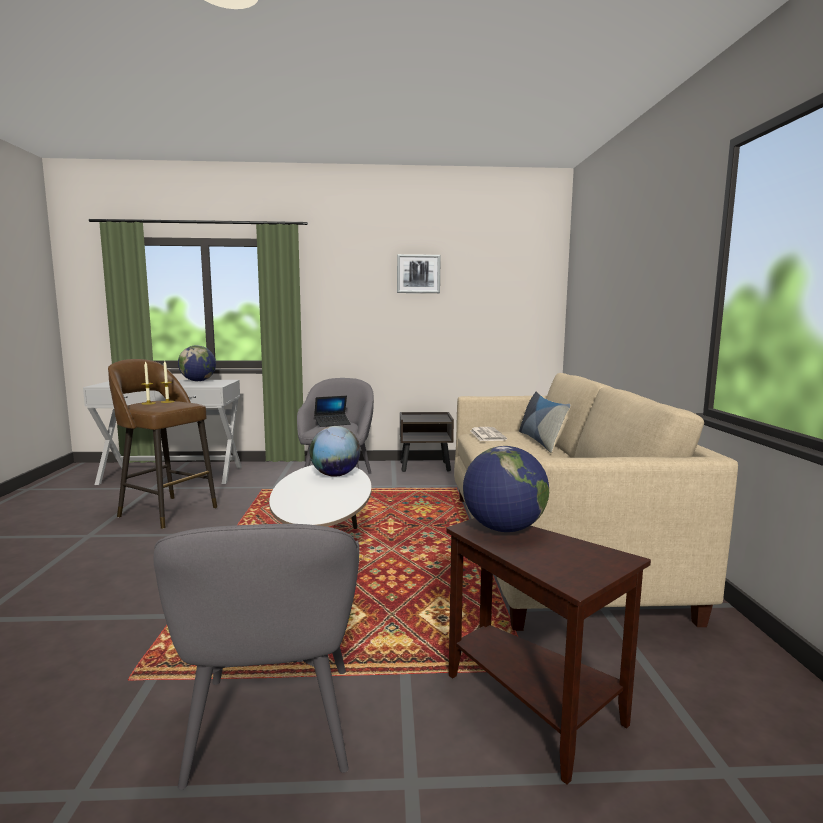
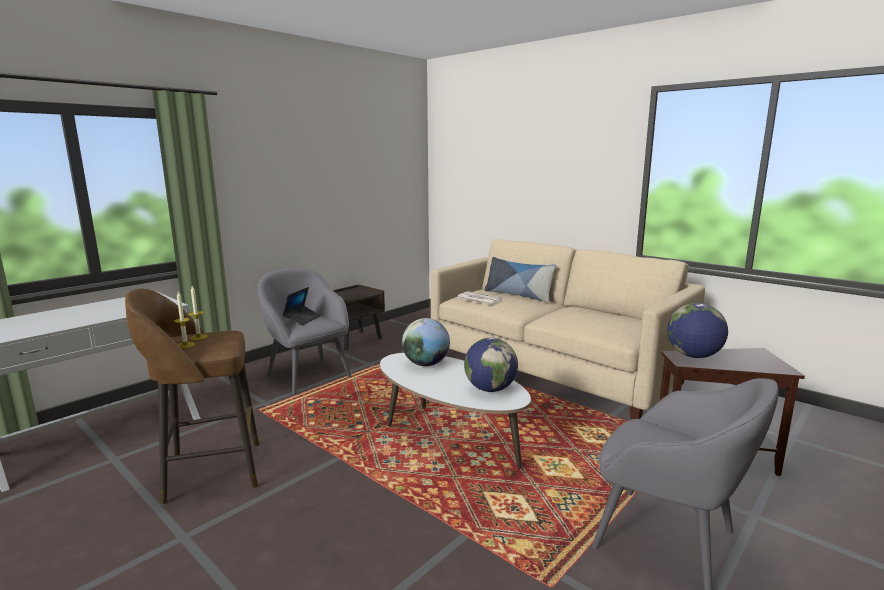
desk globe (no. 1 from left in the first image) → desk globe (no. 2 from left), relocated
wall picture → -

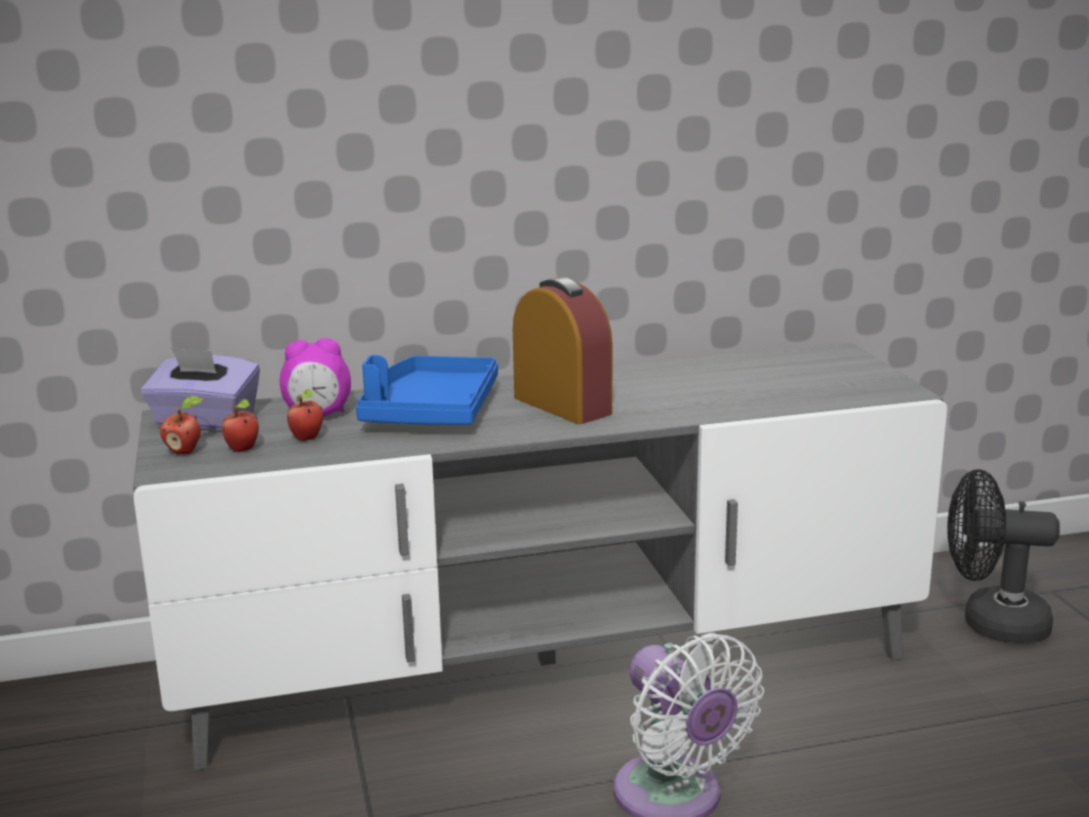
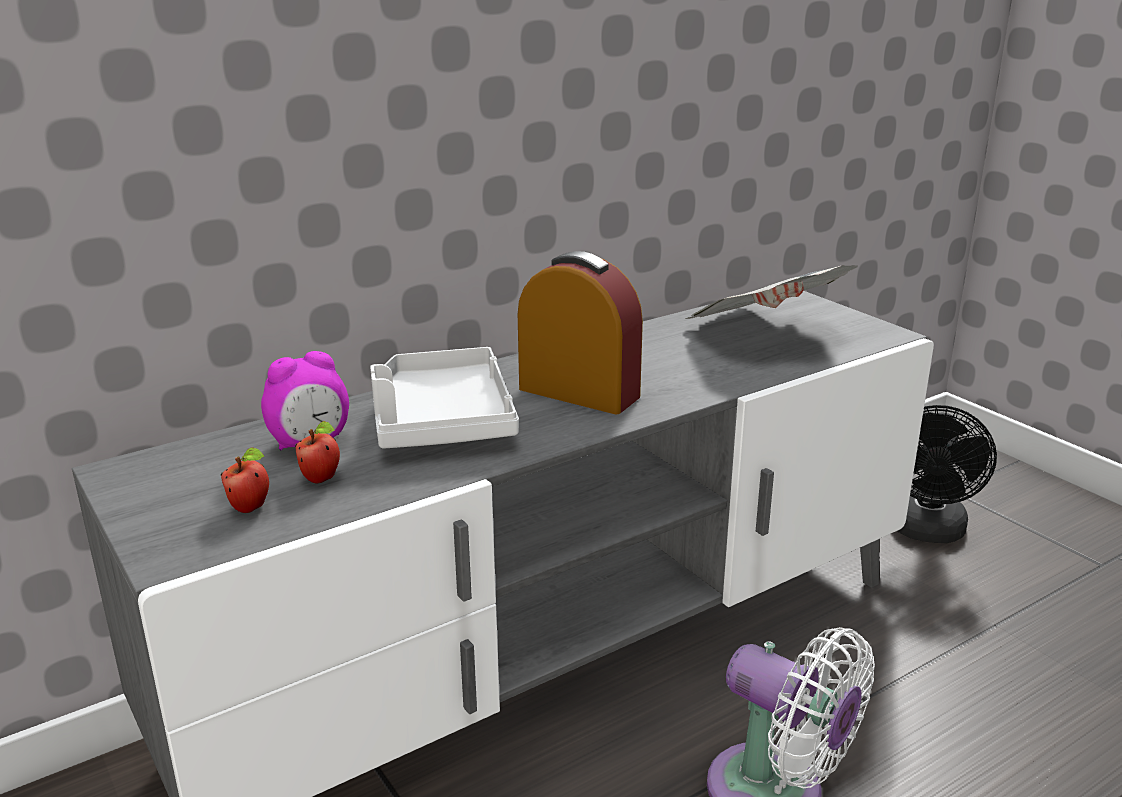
purplish box of tissues → -
apple (no. 1 from left) → -
blue tray → white tray
black-coloured cooling fan, 60 degrees counterclockwise
- → printed paper

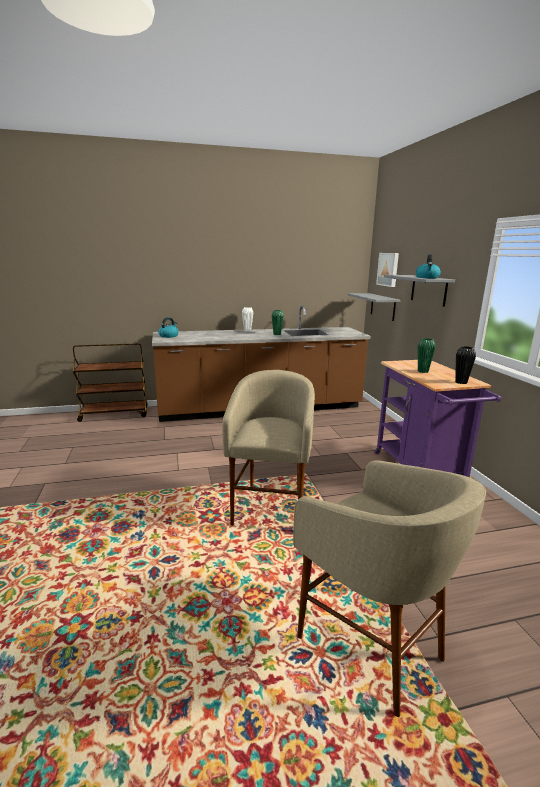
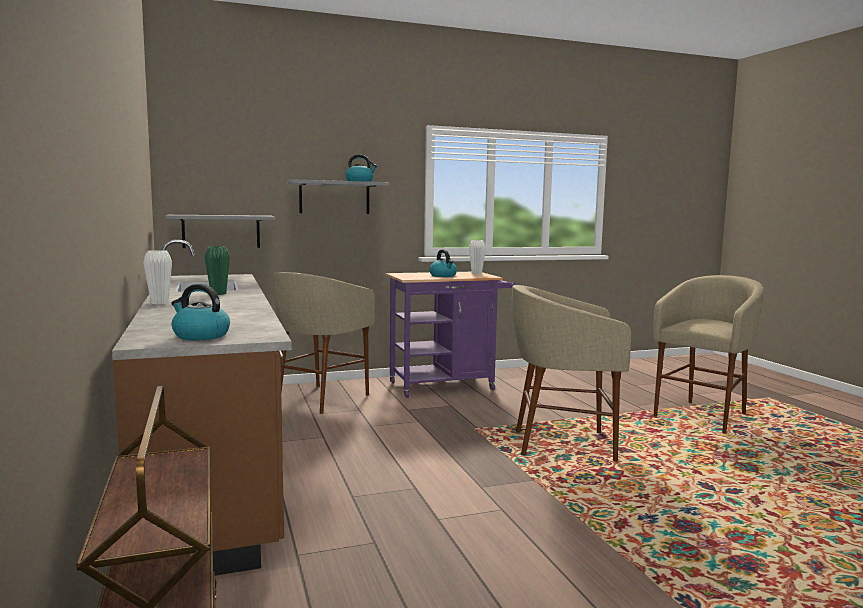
wall picture → -
green decorative vase (no. 2 from left) → water kettle (no. 3 from left)
black-coloured decorative vase → white decorative vase (no. 2 from left)
- → beige sitting stool (no. 1 from left)

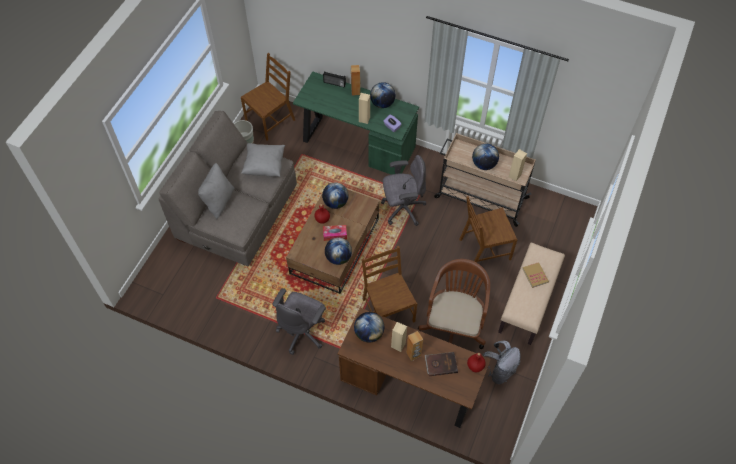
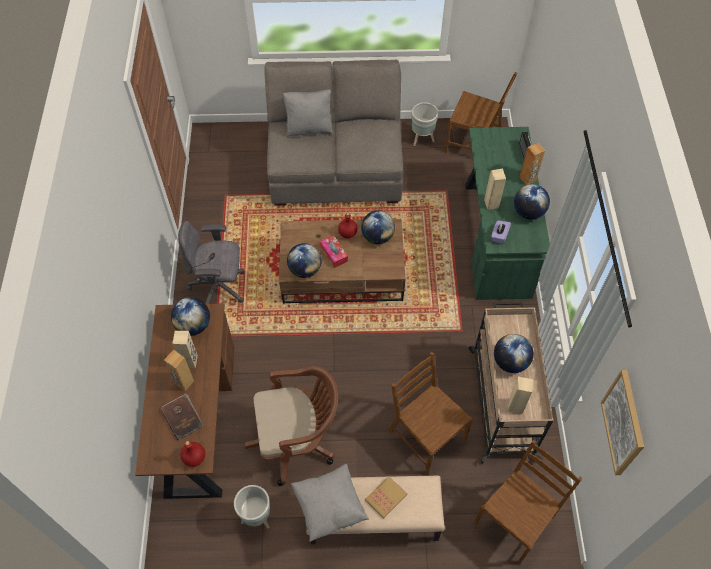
gray pillow (no. 2 from left), relocated
brown-coloured chair (no. 2 from left in the first image) → brown-coloured chair (no. 3 from left), relocated
gray desk chair (no. 2 from left) → -
gray knapsack → gray flower pot (no. 1 from left)
- → wall picture

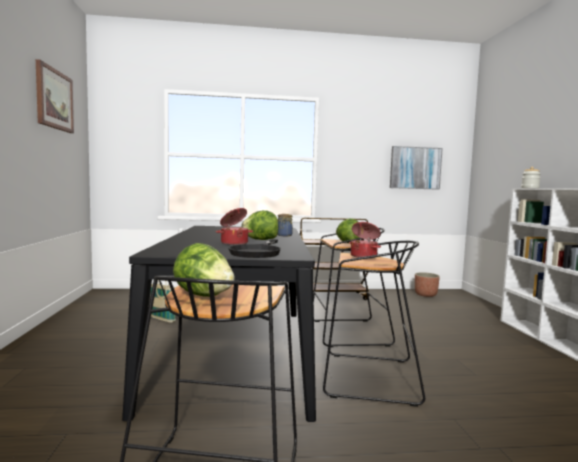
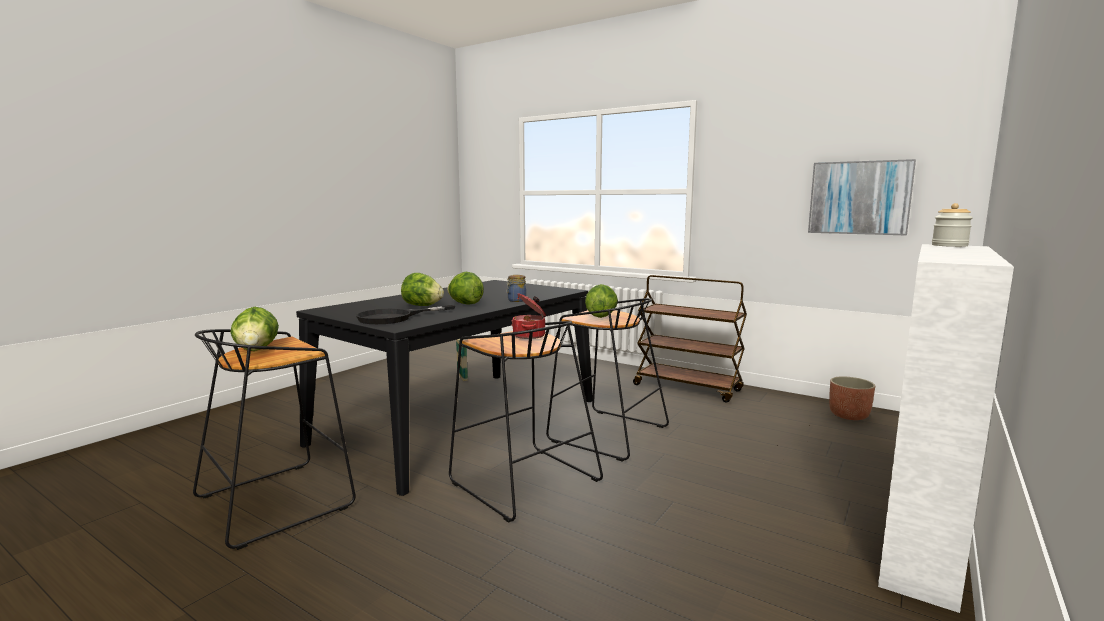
wall picture (no. 1 from left) → -
saucepot (no. 1 from left) → lettuce (no. 2 from left)

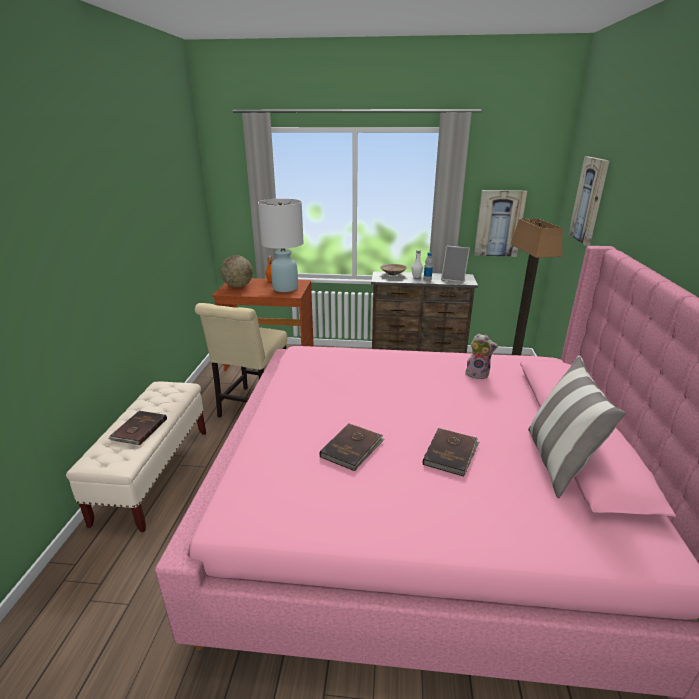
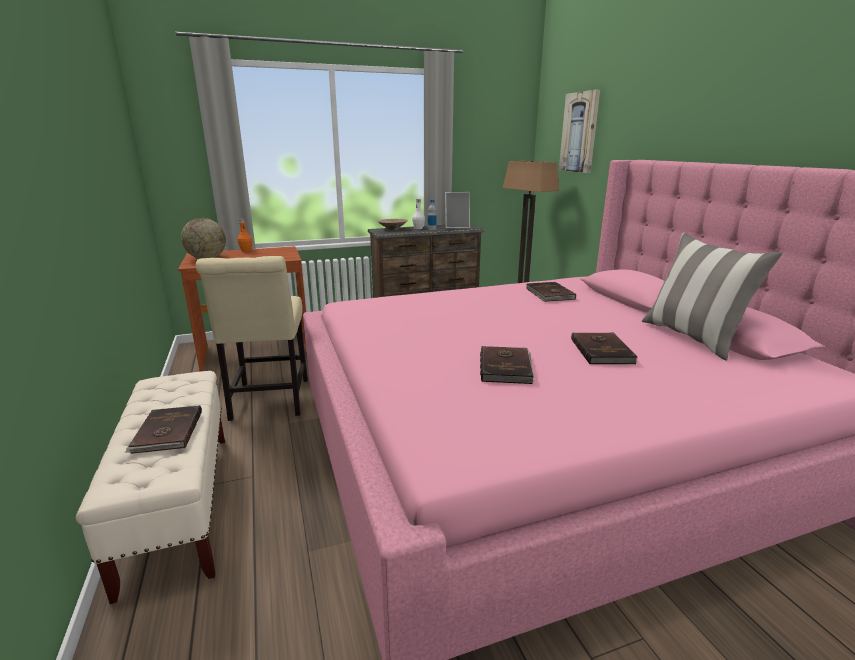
white tabletop lamp → -
plush toy → brown-coloured volume (no. 3 from left)
wall picture (no. 1 from left) → -

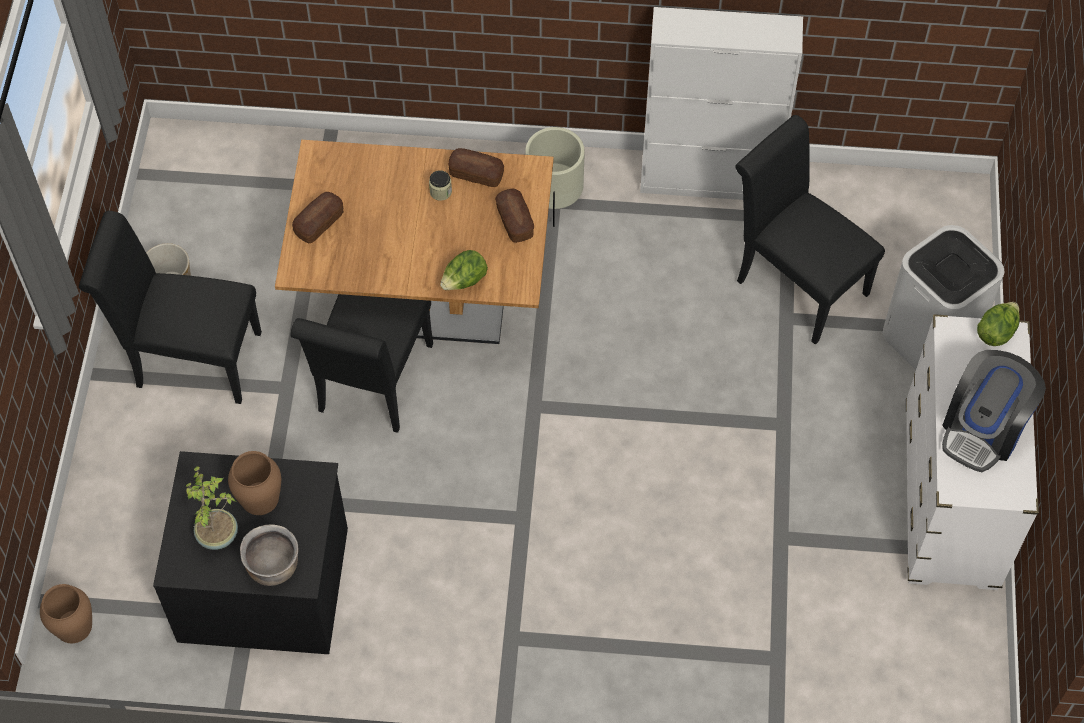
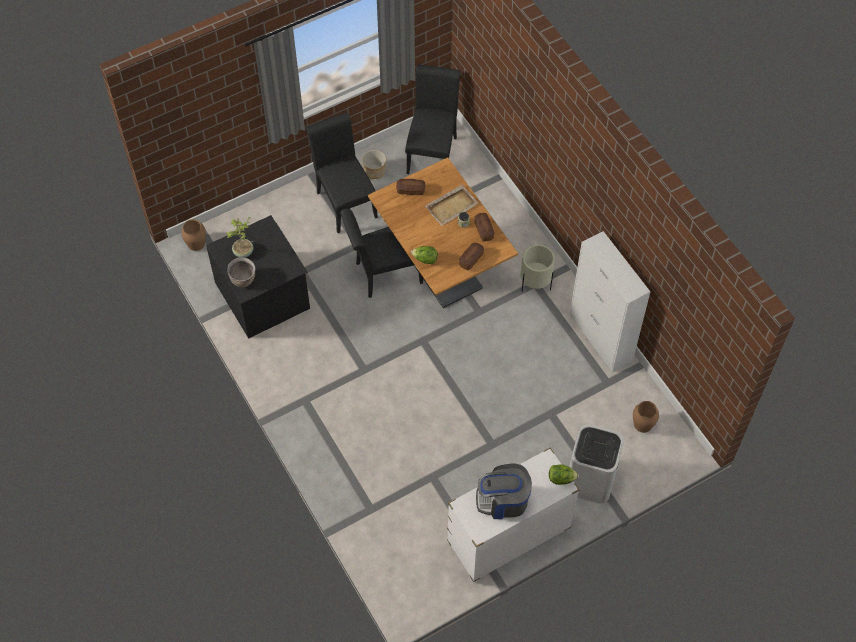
brown-coloured decorative vase (no. 2 from left), relocated
black-coloured chair (no. 3 from left), relocated
- → beige tray

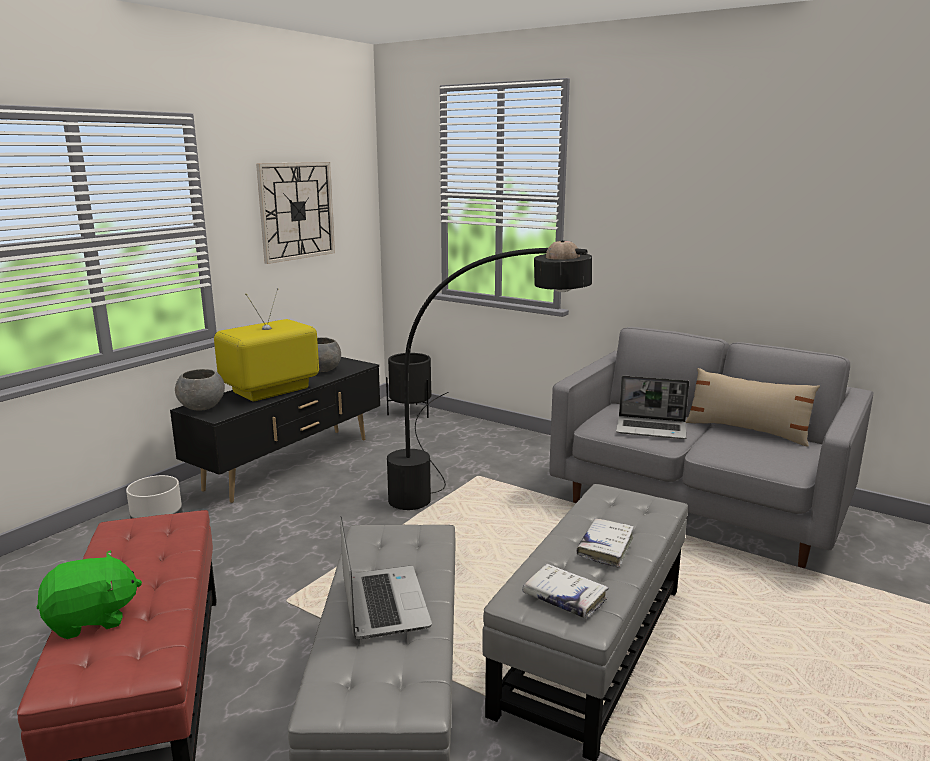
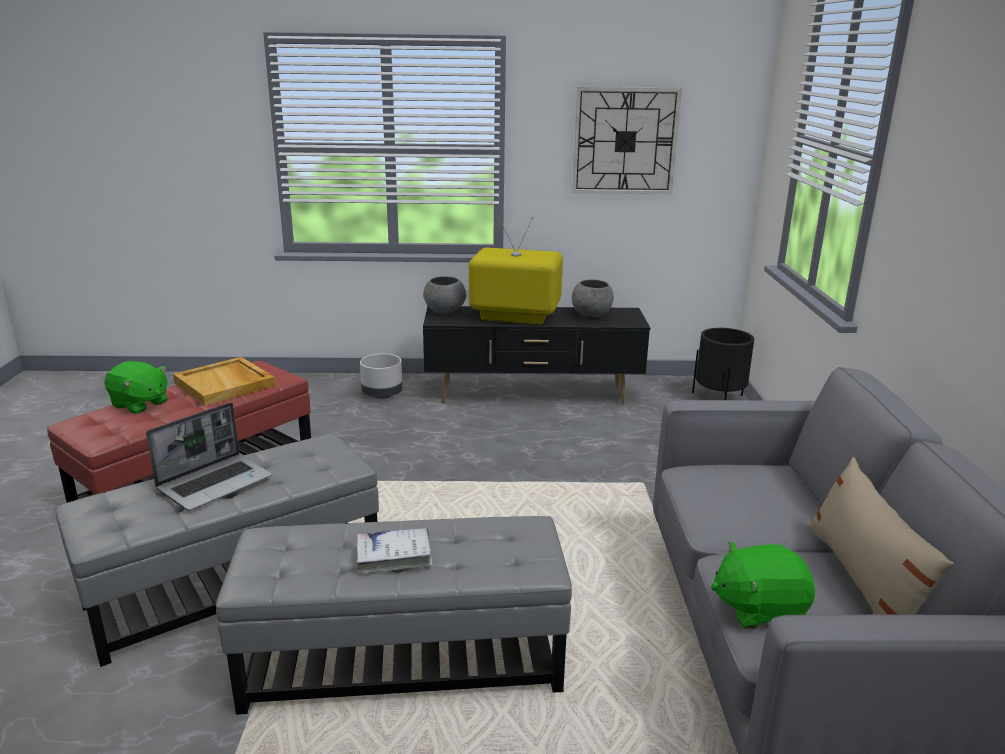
black-coloured standing lamp → -
white volume (no. 1 from left) → -
portable computer (no. 2 from left) → -
- → beige tray
- → green plush toy (no. 2 from left)

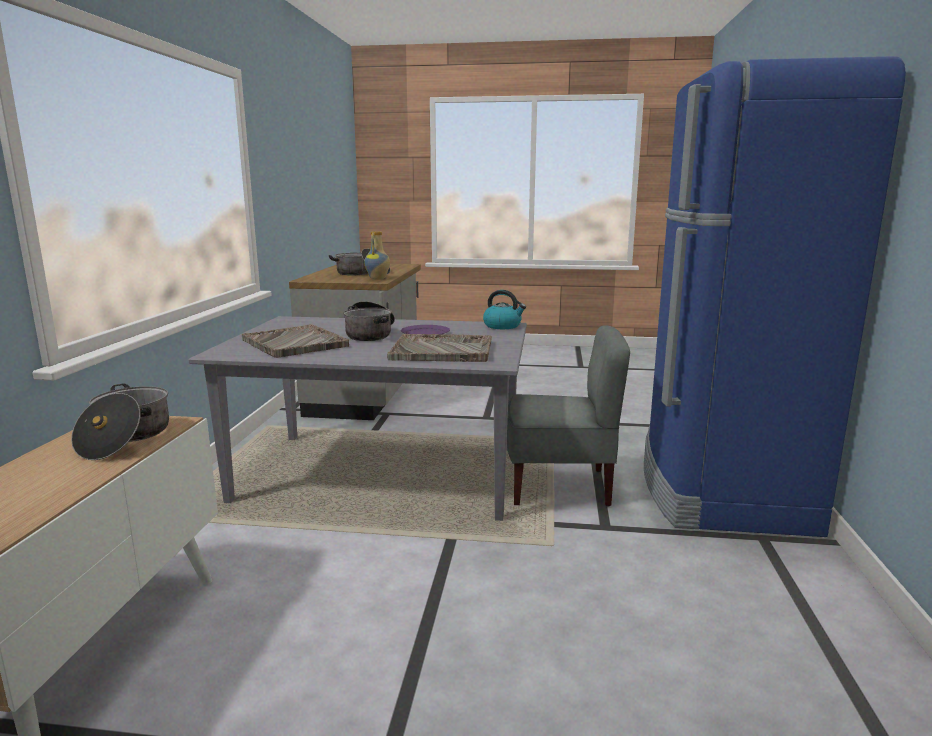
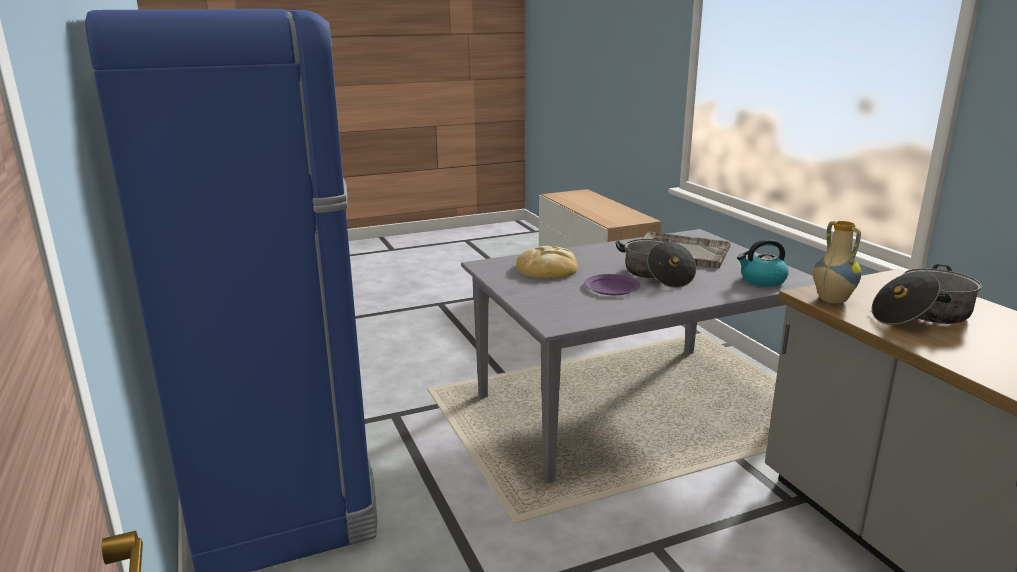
saucepot (no. 1 from left) → -
gray tray (no. 2 from left) → baked bread
water kettle, relocated
gray chair → -

